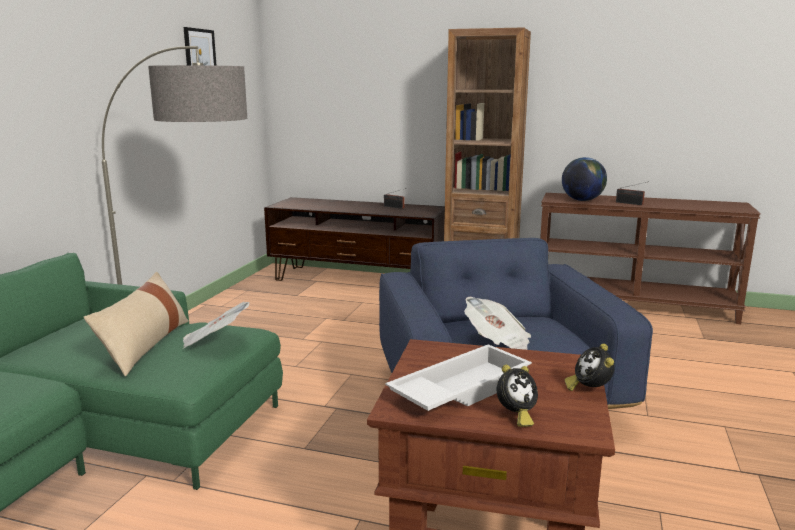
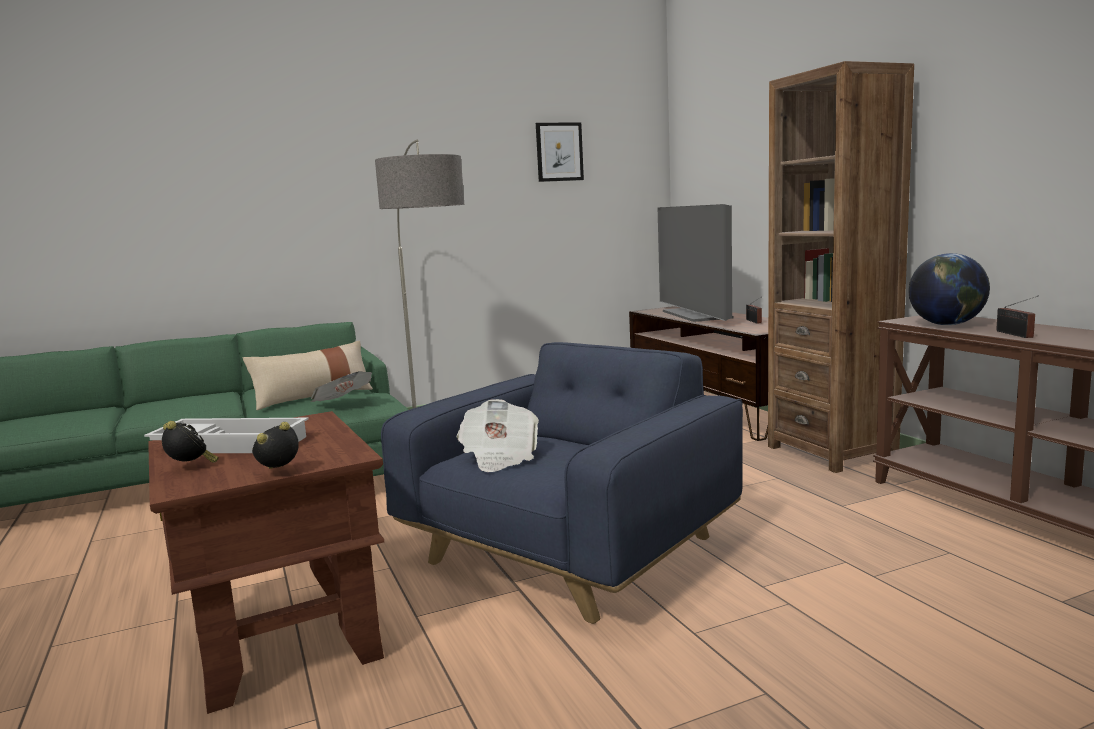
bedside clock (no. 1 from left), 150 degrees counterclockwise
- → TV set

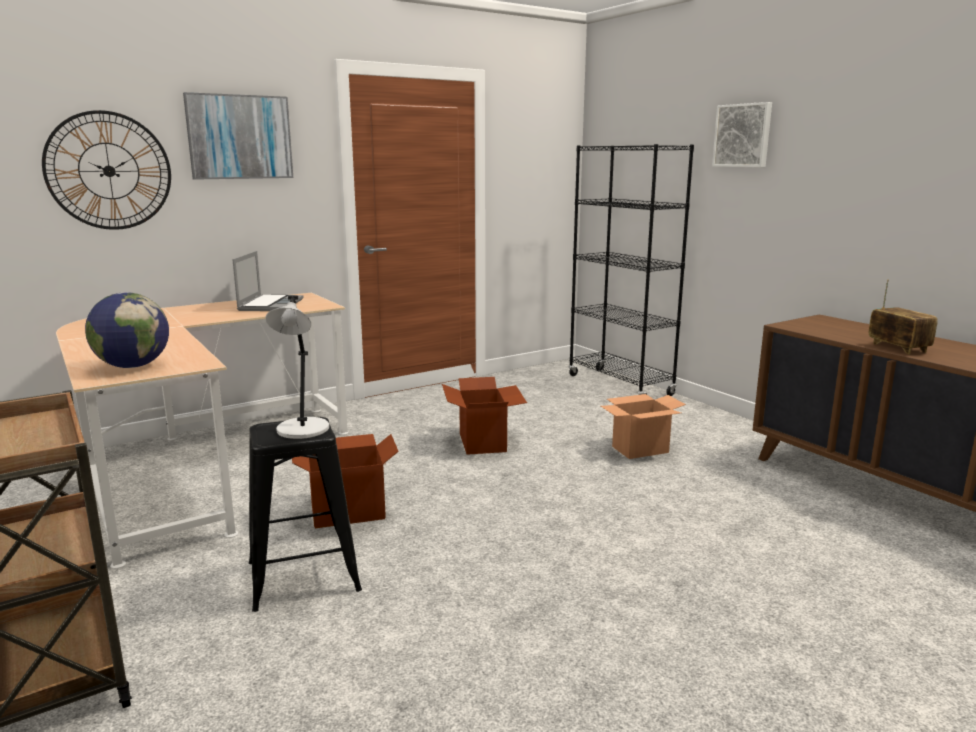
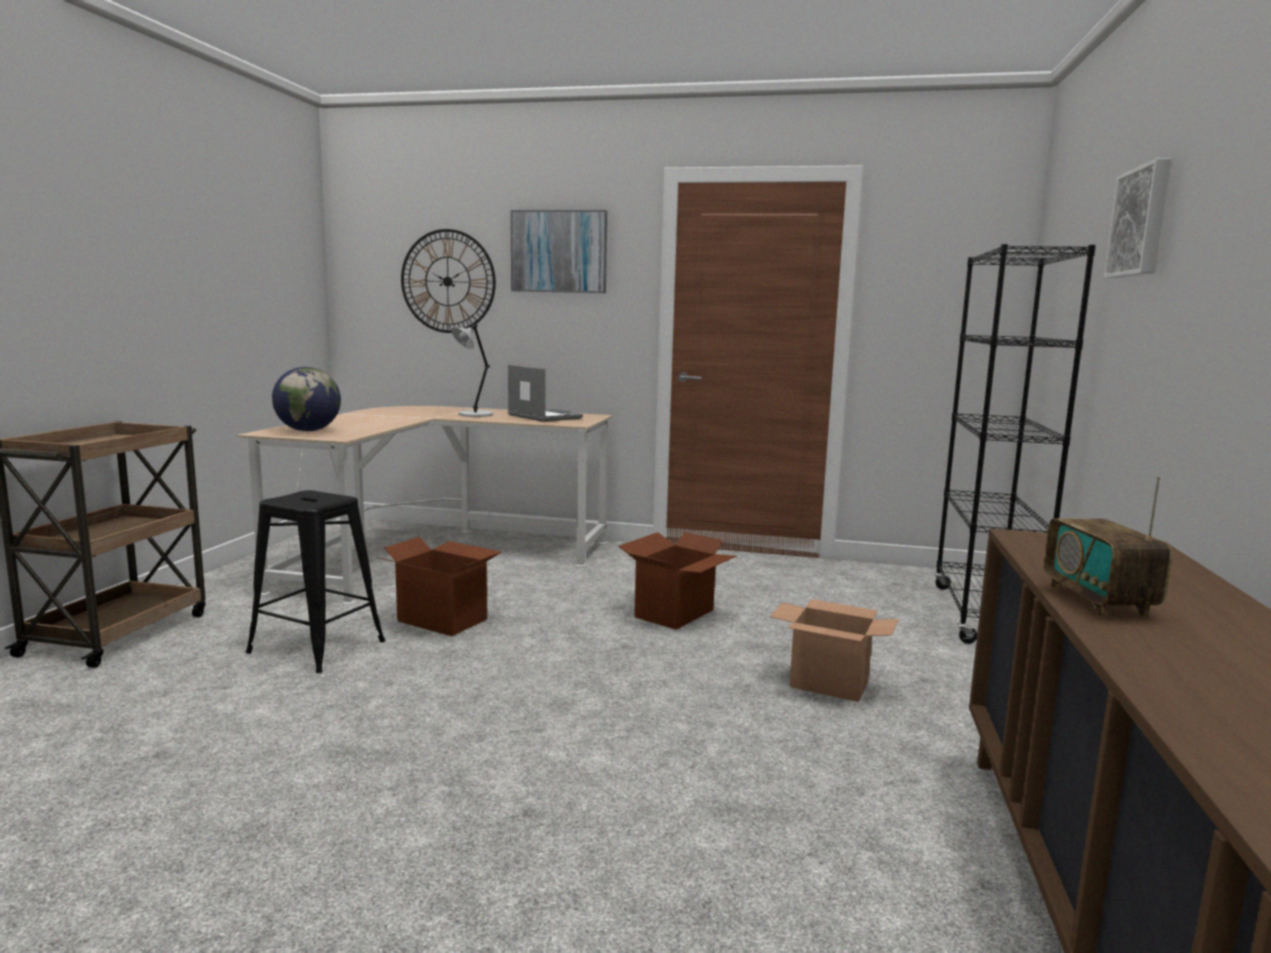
portable computer, 90 degrees counterclockwise
gray tabletop lamp, relocated
radio, 150 degrees clockwise

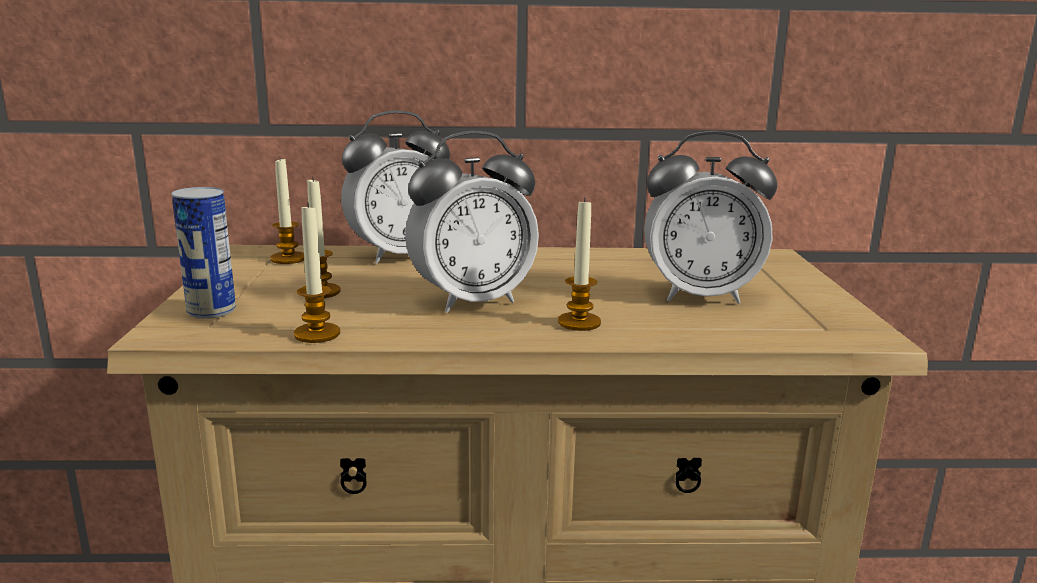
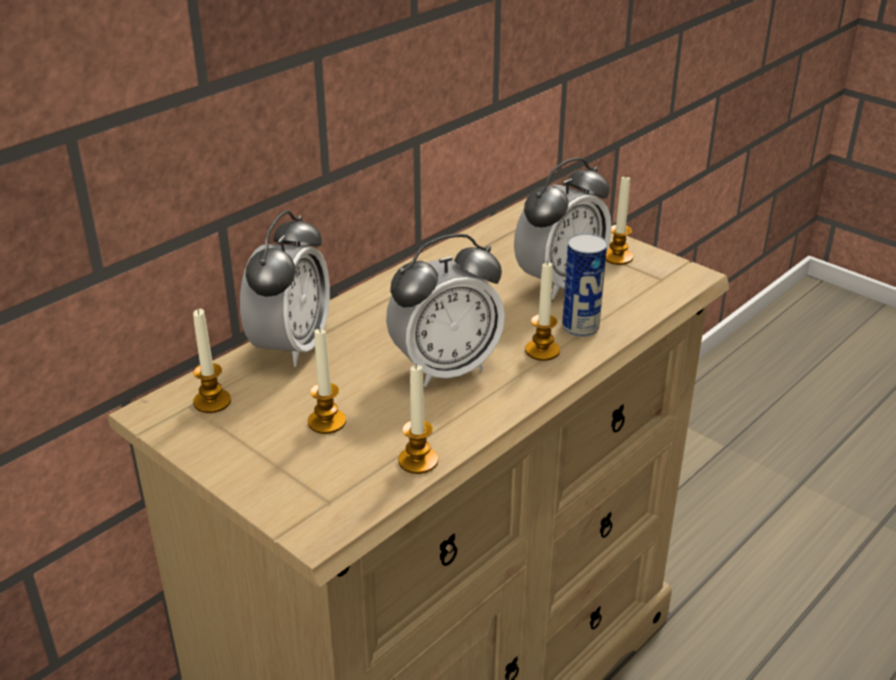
metal can, relocated
bedside clock (no. 2 from left), 45 degrees clockwise
- → candle (no. 5 from left)

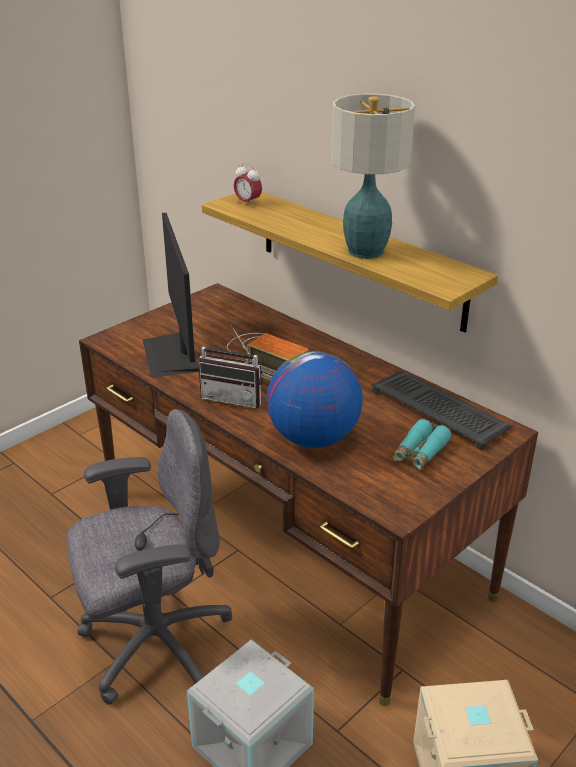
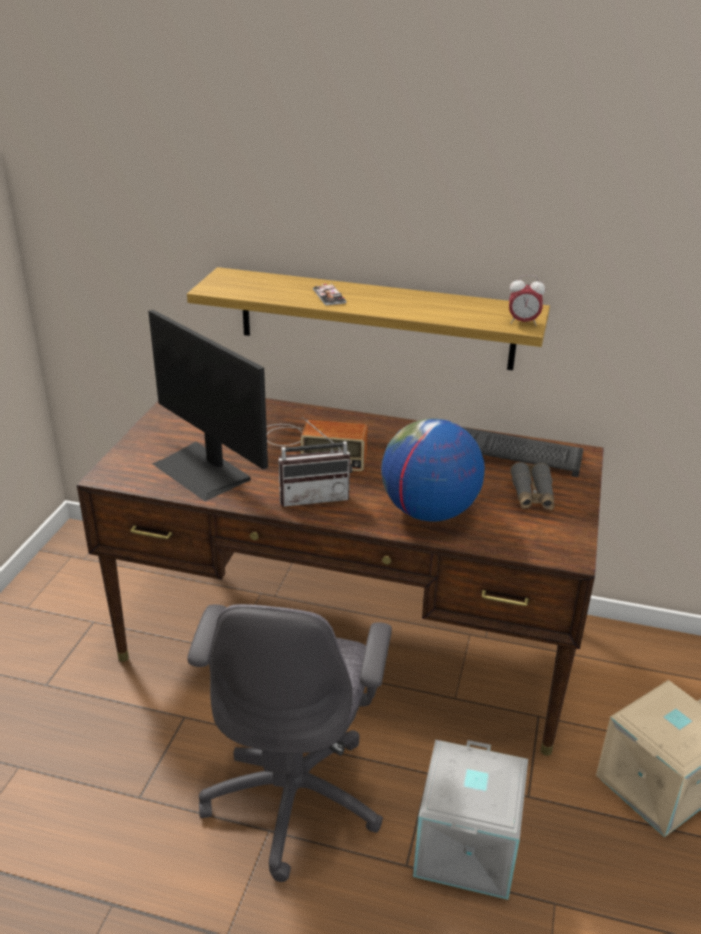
gray desk chair, 150 degrees clockwise
bedside clock, relocated
tabletop lamp → -
turquoise field glasses → gray field glasses
- → phone

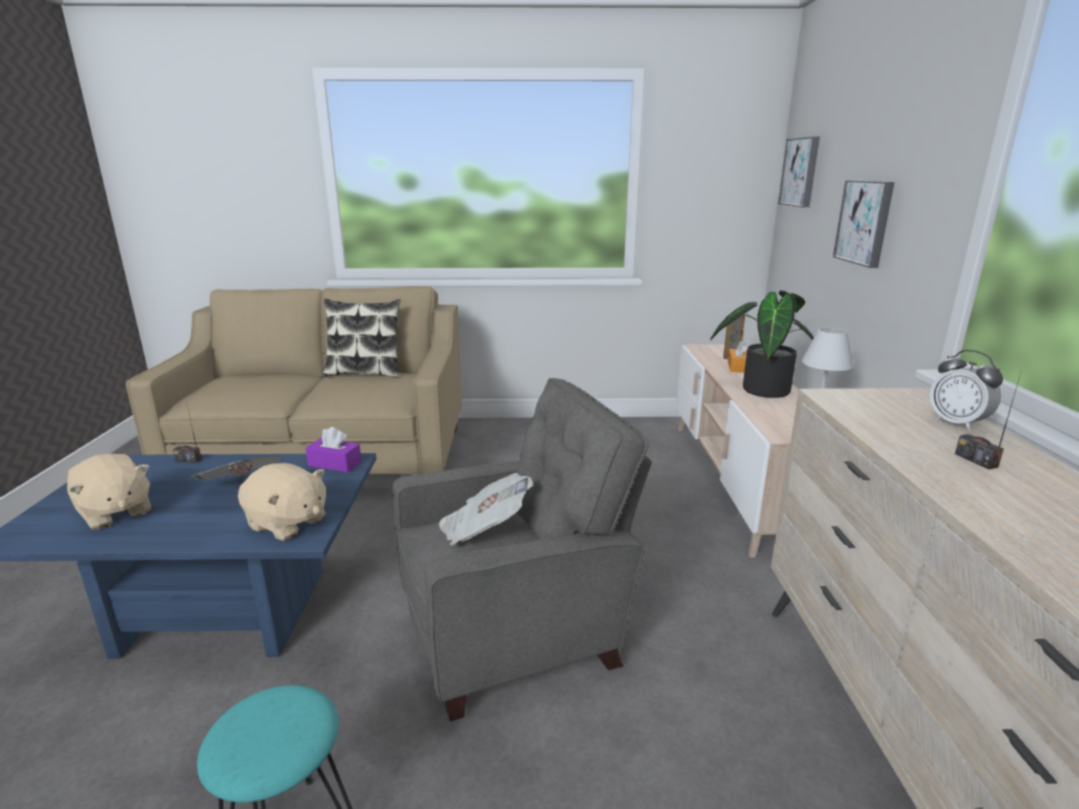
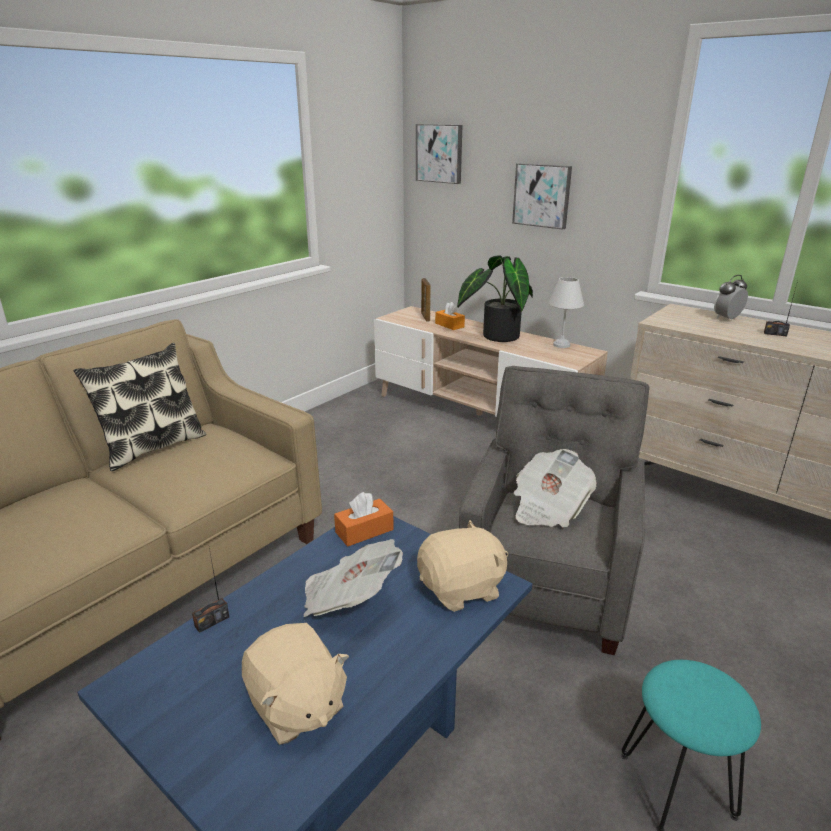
beige plush toy (no. 1 from left), 60 degrees clockwise
purplish box of tissues → orangey box of tissues (no. 1 from left)
bedside clock, 135 degrees clockwise

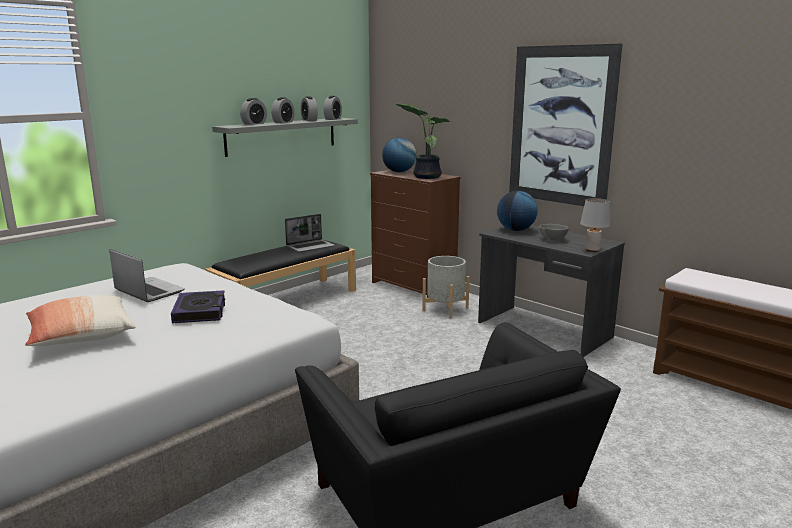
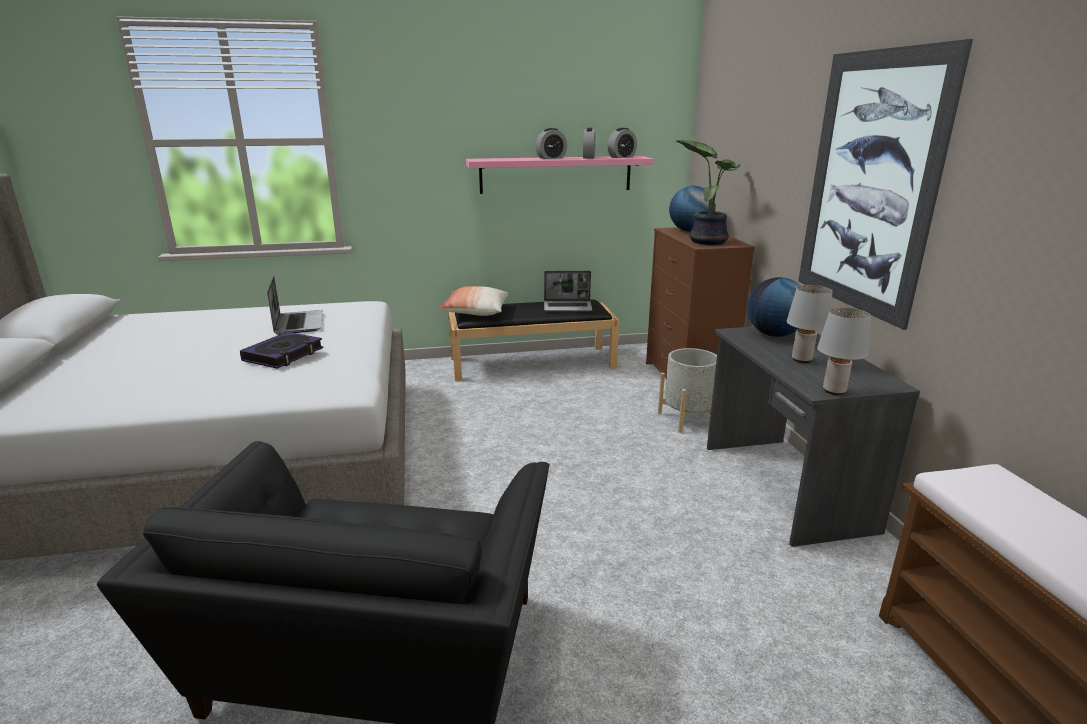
pillow, relocated
gray wall shelf → pink-coloured wall shelf
bedside clock (no. 1 from left) → -
gray bowl → gray tabletop lamp (no. 1 from left)

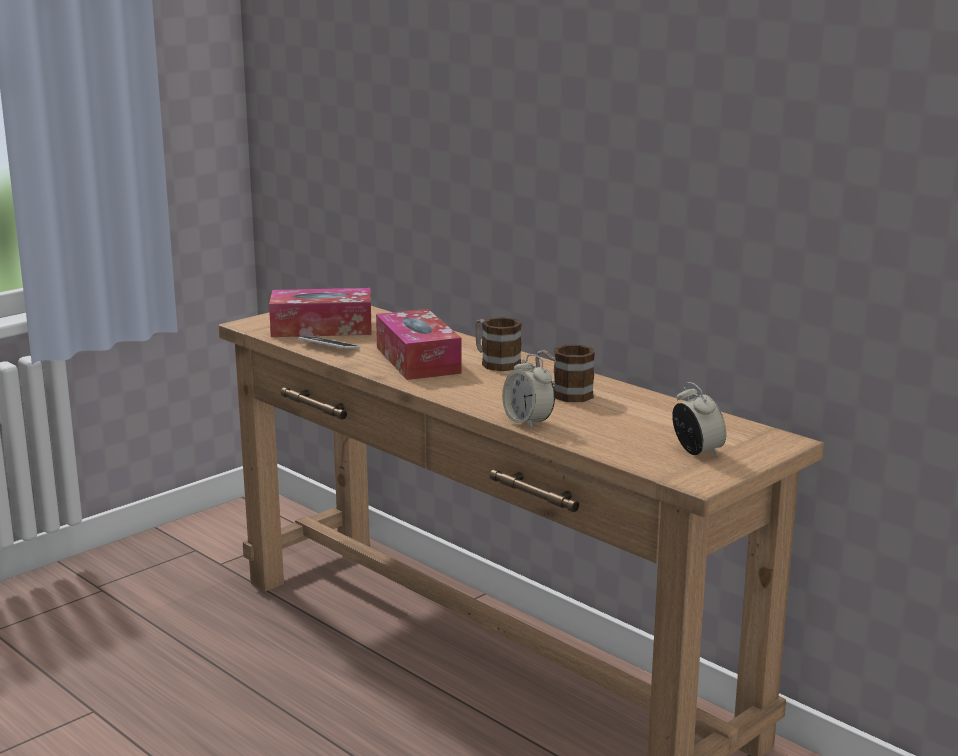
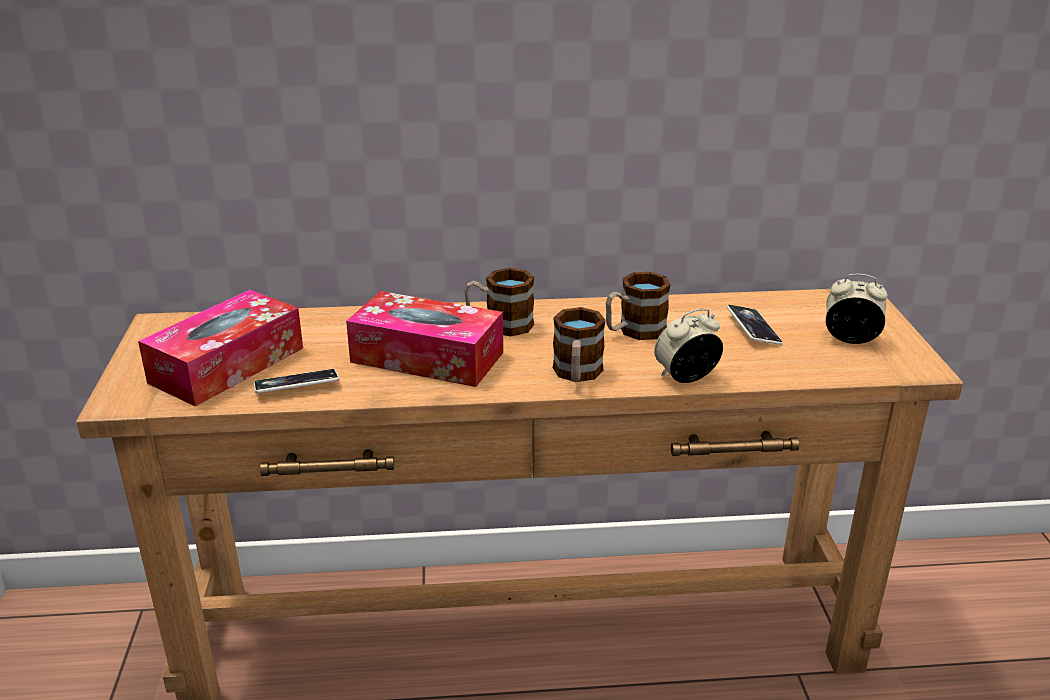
bedside clock (no. 1 from left), 150 degrees clockwise
- → coffee mug (no. 2 from left)
- → phone (no. 2 from left)

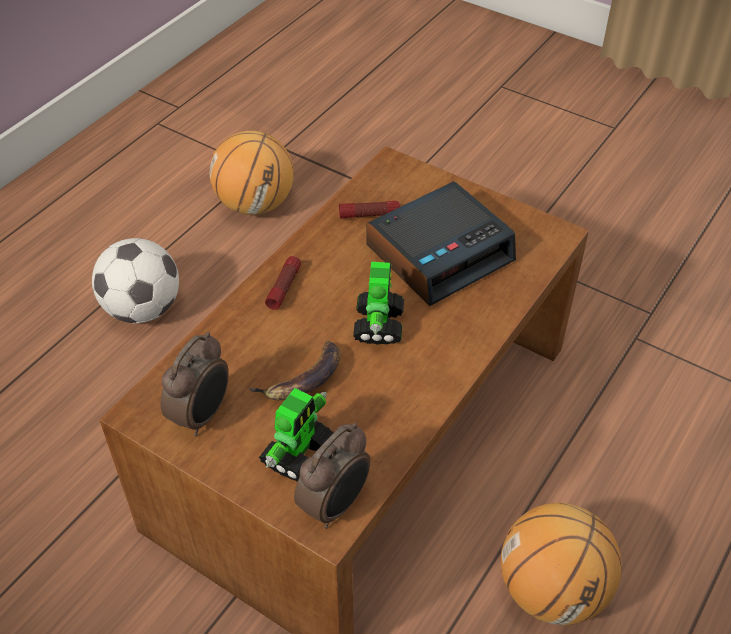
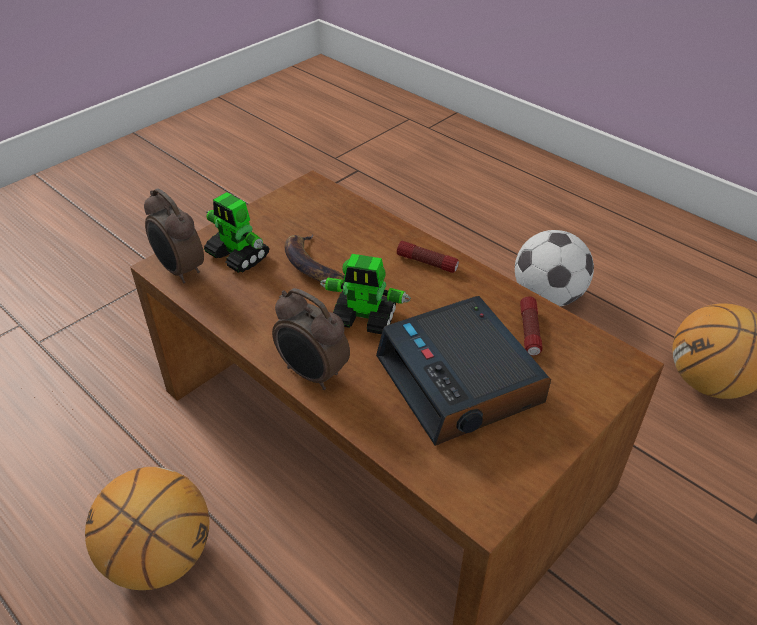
bedside clock (no. 1 from left in the first image) → bedside clock (no. 2 from left), relocated

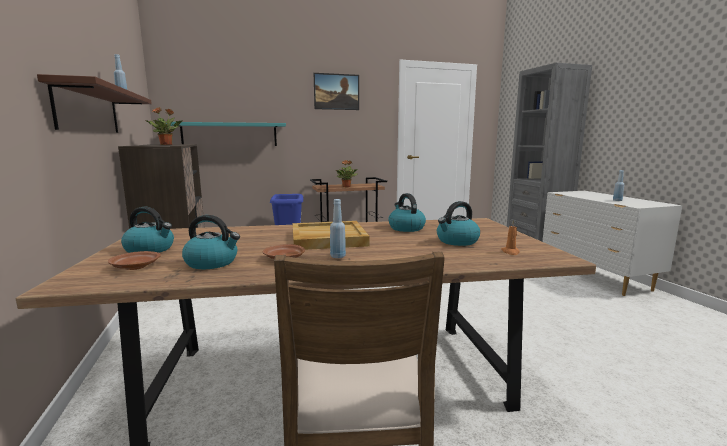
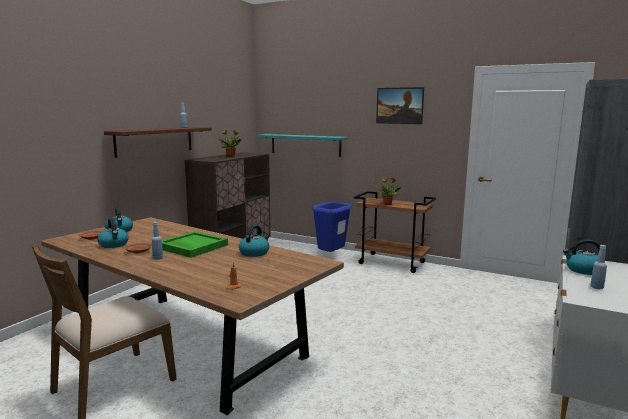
beige tray → green tray
water kettle (no. 4 from left), relocated

